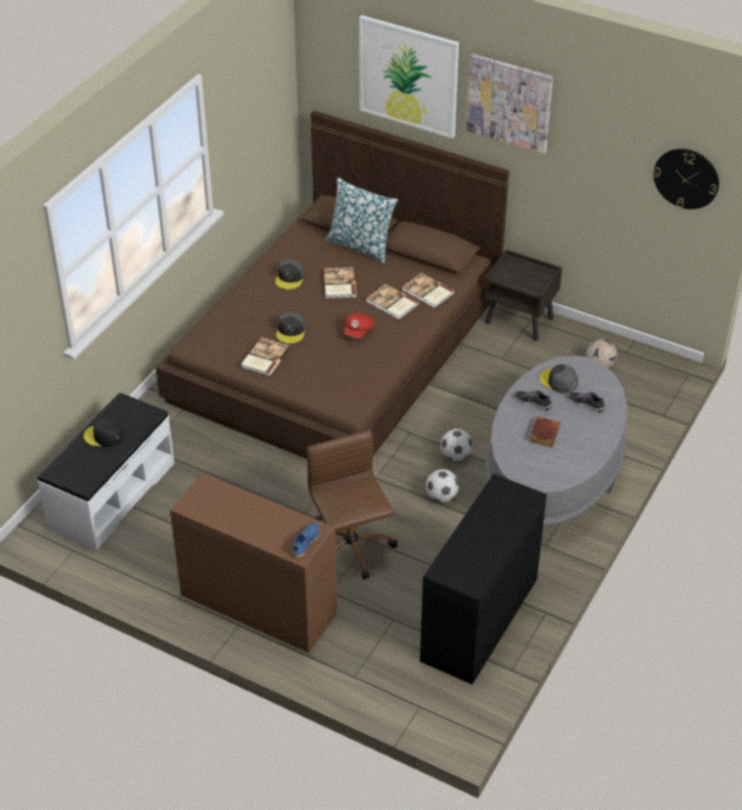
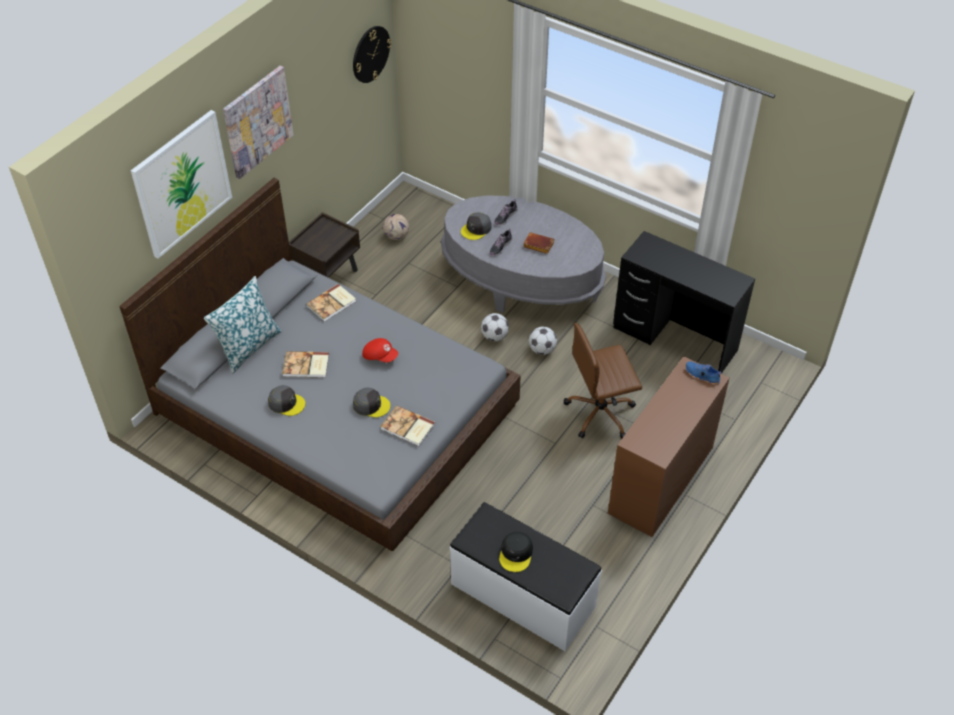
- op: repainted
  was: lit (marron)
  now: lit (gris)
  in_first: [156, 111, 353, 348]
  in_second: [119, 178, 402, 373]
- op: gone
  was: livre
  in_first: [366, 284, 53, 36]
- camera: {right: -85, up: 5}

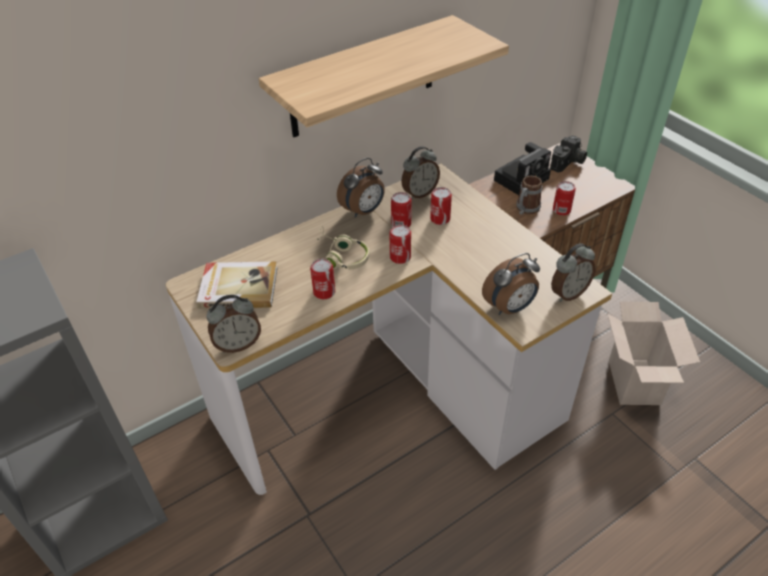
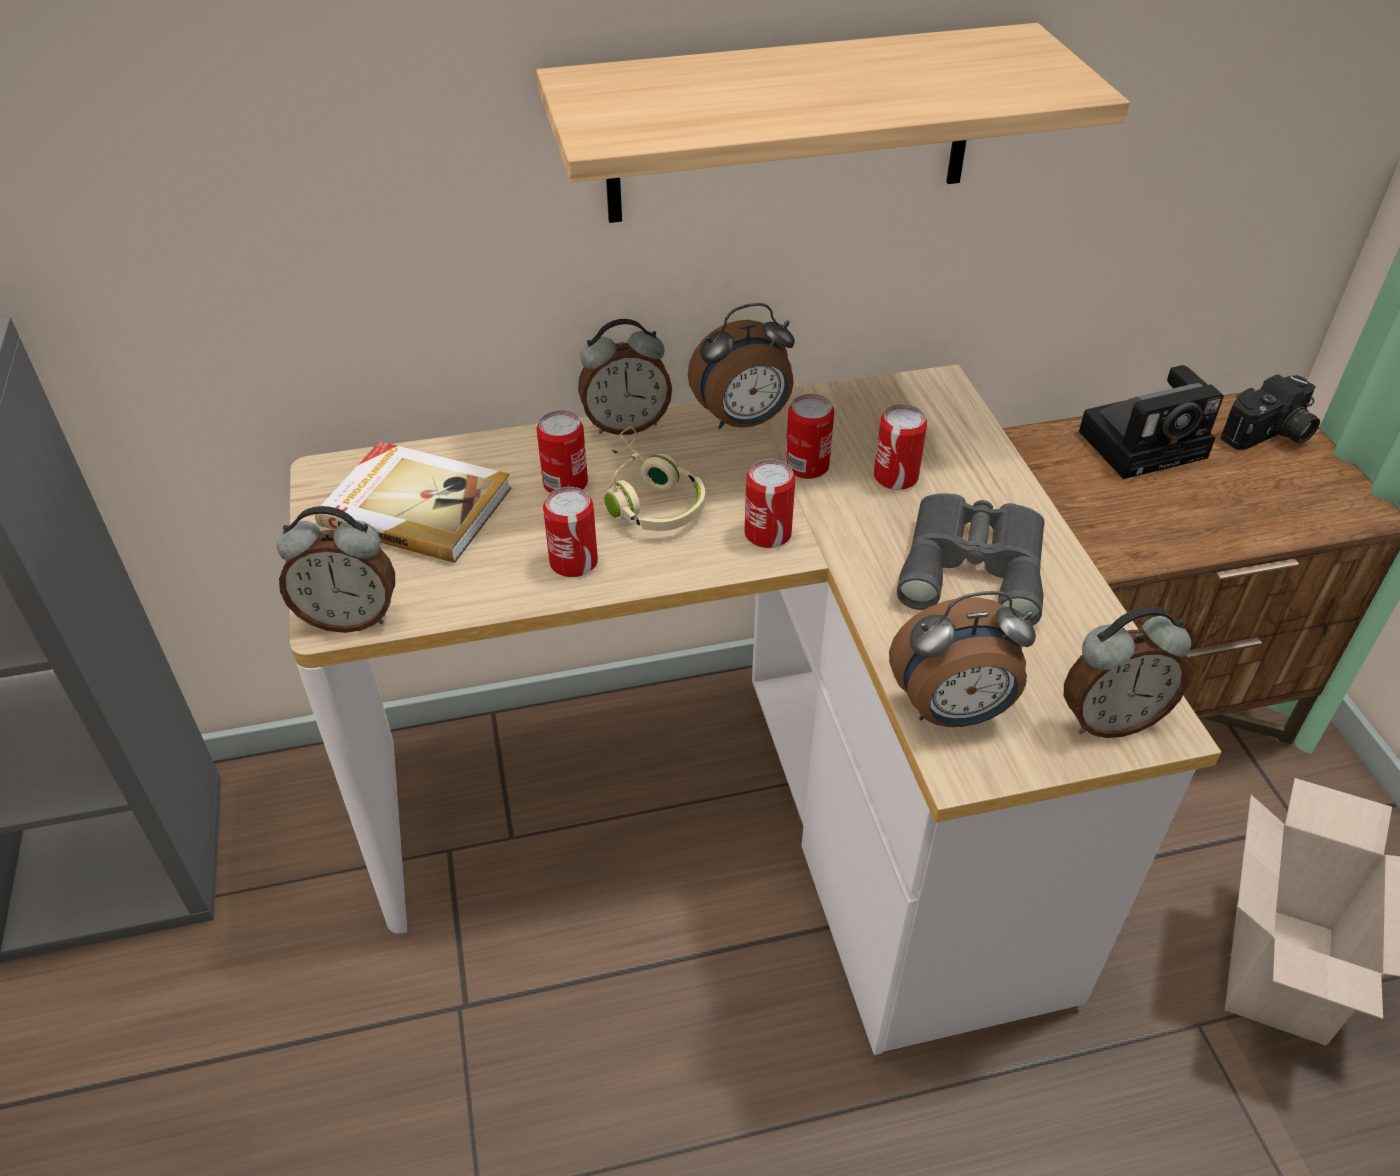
- op: shifted
  was: réveil
  in_first: [401, 146, 39, 53]
  in_second: [578, 319, 94, 116]
- op: gone
  was: mug
  in_first: [516, 176, 26, 39]
- op: shifted
  was: boîte métallique
  in_first: [553, 181, 23, 34]
  in_second: [536, 411, 52, 82]
- op: new
  now: jumelles (gris)
  in_second: [897, 493, 148, 133]
- camera: {right: 20, up: 0}

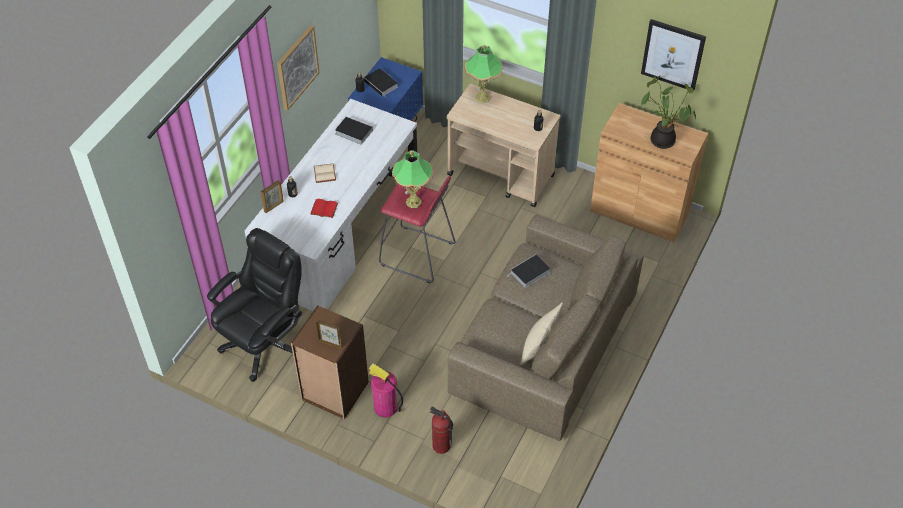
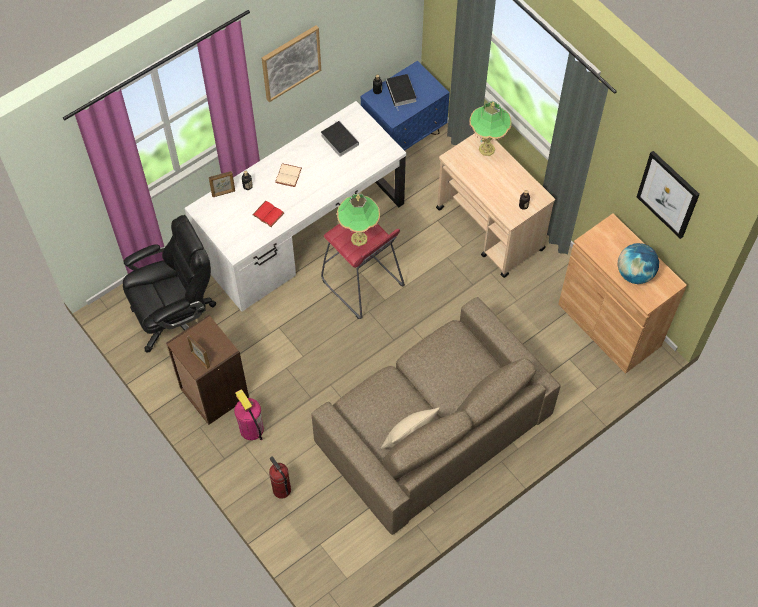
- op: gone
  was: livre
  in_first: [510, 254, 40, 34]
- op: swapped
  was: plante en pot
  now: globe
  in_first: [641, 76, 55, 73]
  in_second: [618, 243, 41, 41]
- camera: {right: 25, up: 10}

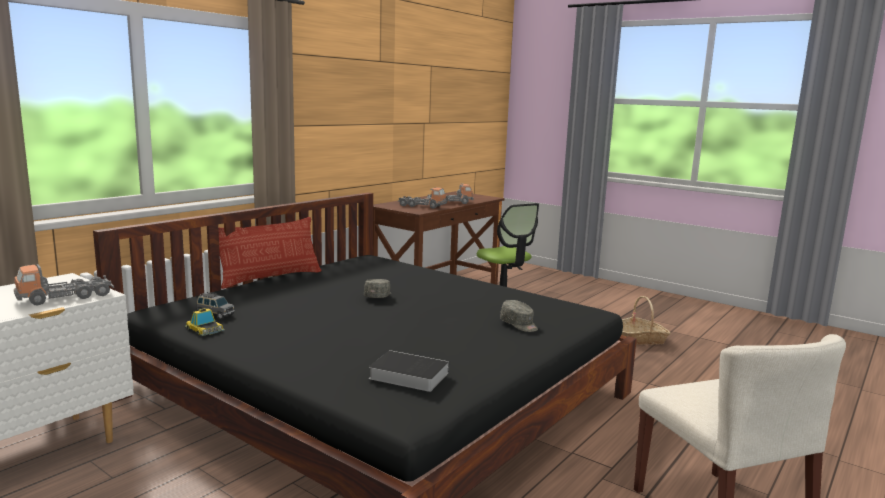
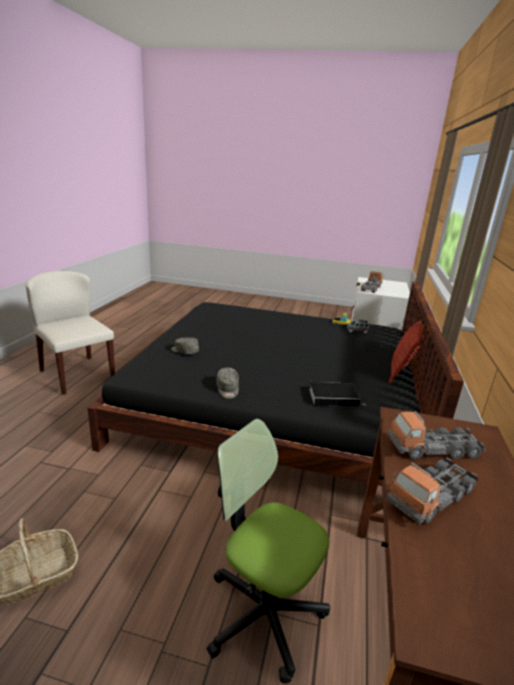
- op: shifted
  was: casquette (gris)
  in_first: [364, 279, 27, 19]
  in_second: [216, 367, 23, 32]
- op: shifted
  was: livre
  in_first: [369, 350, 80, 42]
  in_second: [309, 382, 57, 24]
- camera: {right: 155, up: 10}

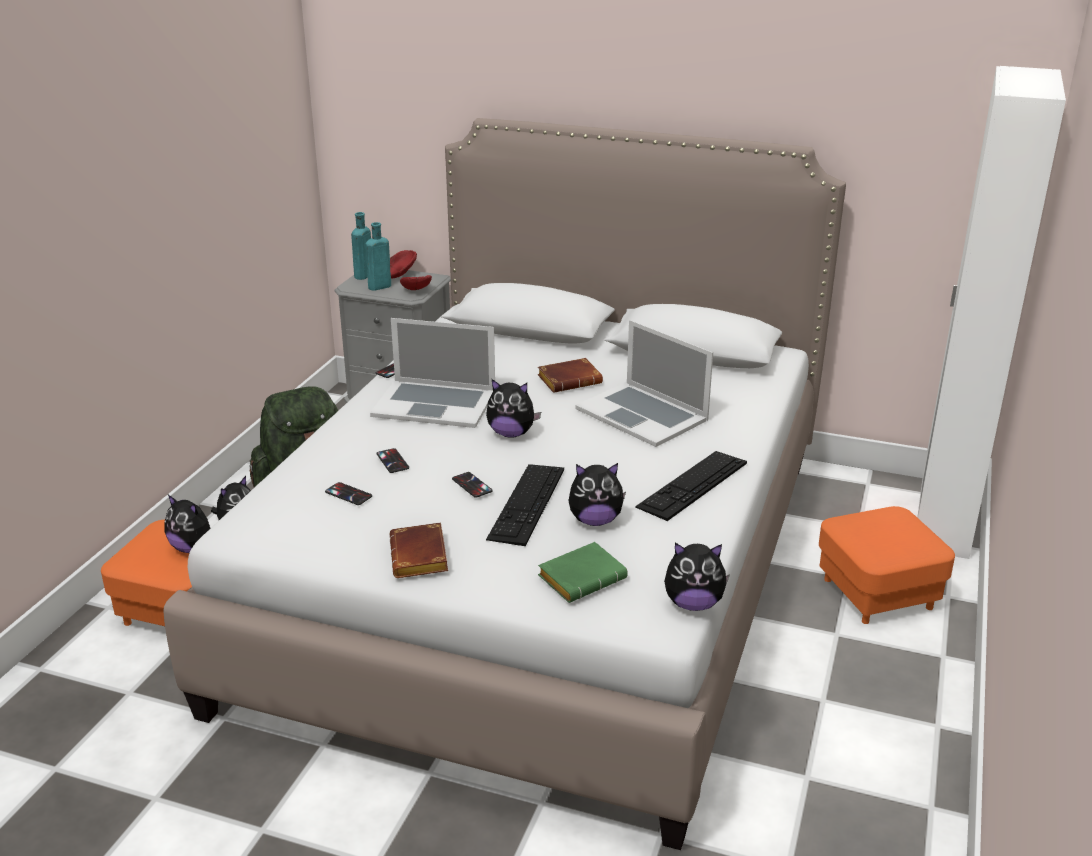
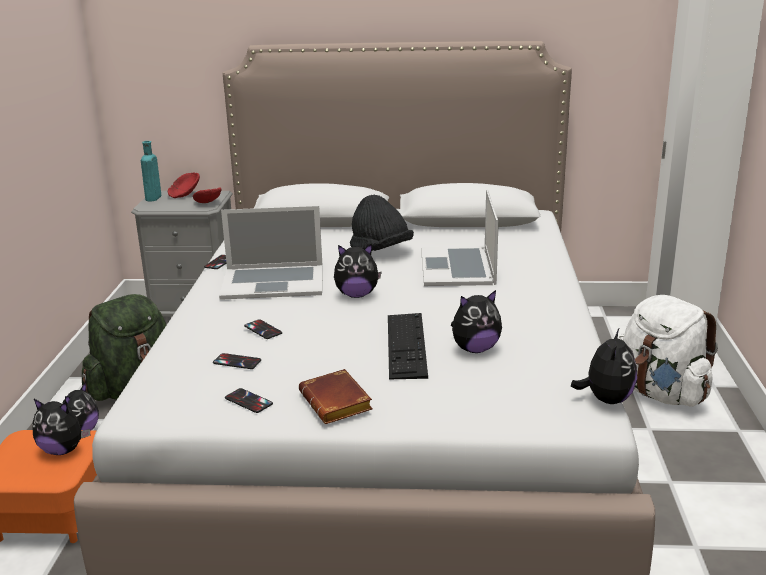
- op: gone
  was: bouteille (turquoise)
  in_first: [365, 222, 26, 69]
- op: shifted
  was: téléphone
  in_first: [452, 472, 41, 26]
  in_second: [225, 388, 48, 25]
- op: swapped
  was: livre (marron)
  now: chapeau (noir)
  in_first: [538, 358, 65, 35]
  in_second: [350, 195, 64, 56]
- op: gone
  was: livre (vert)
  in_first: [538, 542, 90, 61]
- op: rotated
  was: ordinateur portable
  in_first: [575, 320, 138, 127]
  in_second: [421, 189, 78, 97]
  clockwise: 60
- op: gone
  was: clavier
  in_first: [635, 451, 112, 70]
- op: rotated
  was: peluche
  in_first: [664, 543, 66, 68]
  in_second: [571, 327, 66, 77]
  clockwise: -60
- op: swapped
  was: pouf (orange)
  now: sac à dos (blanc)
  in_first: [819, 506, 136, 118]
  in_second: [619, 295, 99, 112]
- camera: {right: -15, up: -5}

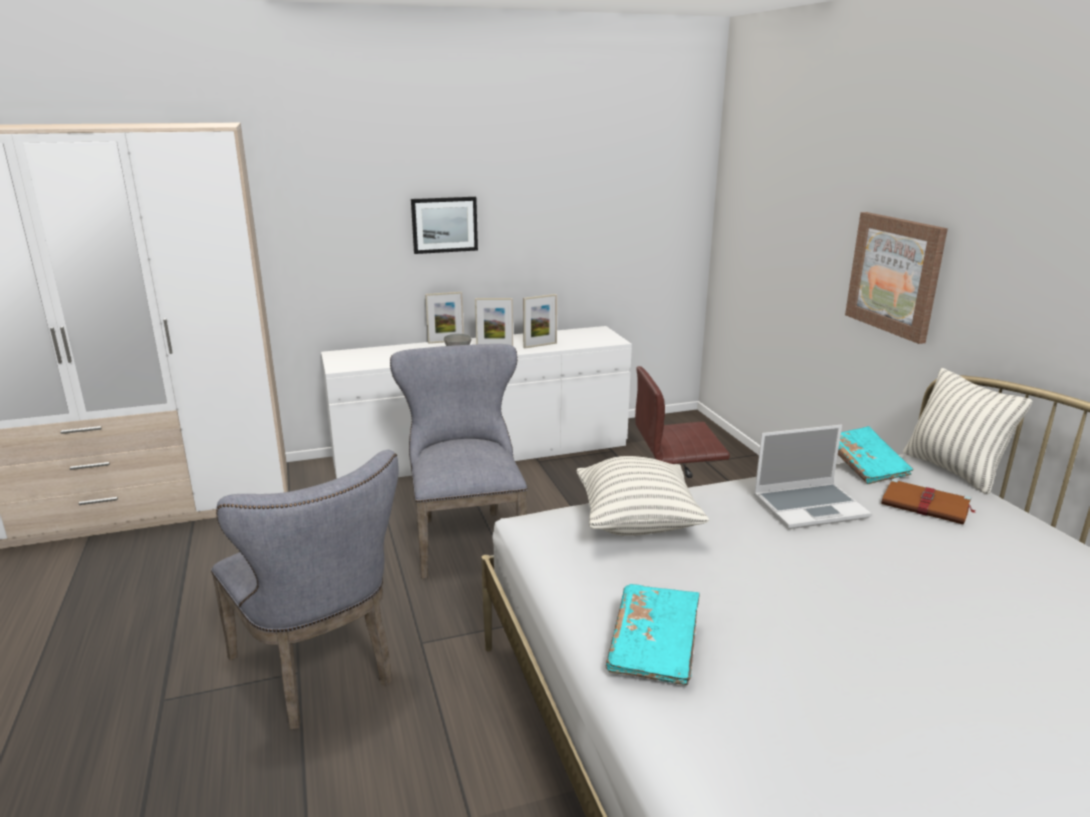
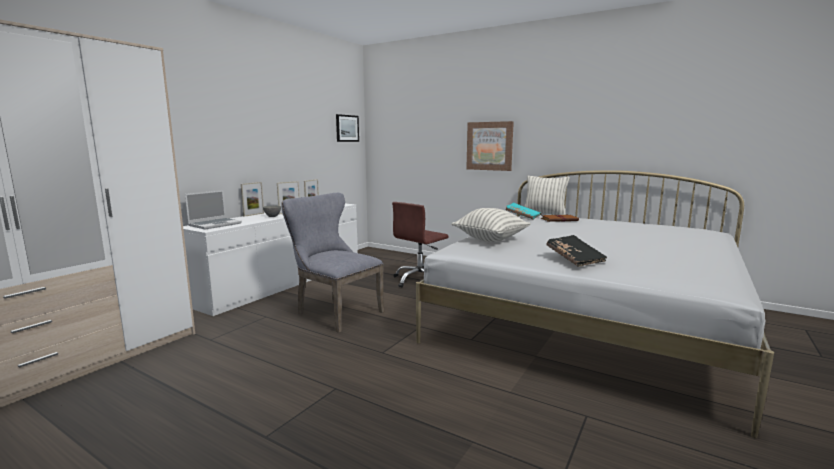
- op: gone
  was: chaise (gris)
  in_first: [211, 450, 188, 280]
- op: shifted
  was: tableau
  in_first: [411, 197, 67, 57]
  in_second: [336, 114, 23, 28]
- op: repainted
  was: livre (turquoise)
  now: livre (noir)
  in_first: [606, 584, 94, 101]
  in_second: [546, 235, 61, 32]
- op: shifted
  was: ordinateur portable
  in_first: [754, 425, 118, 104]
  in_second: [185, 190, 57, 40]
- camera: {right: -40, up: -10}

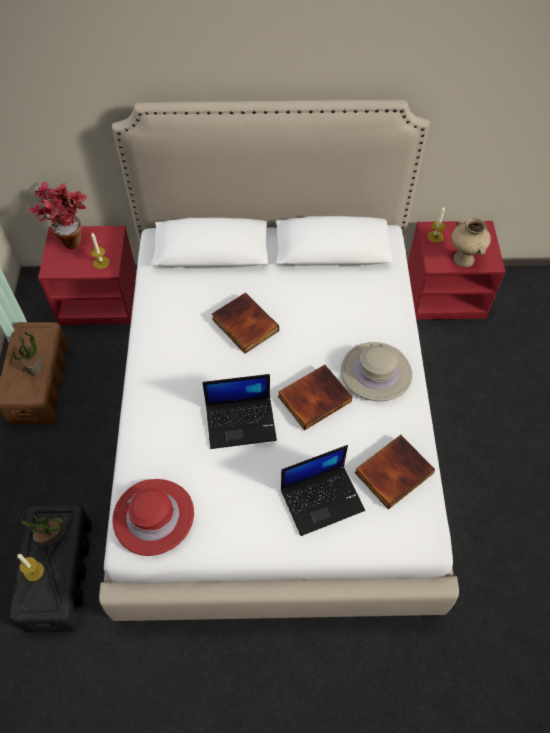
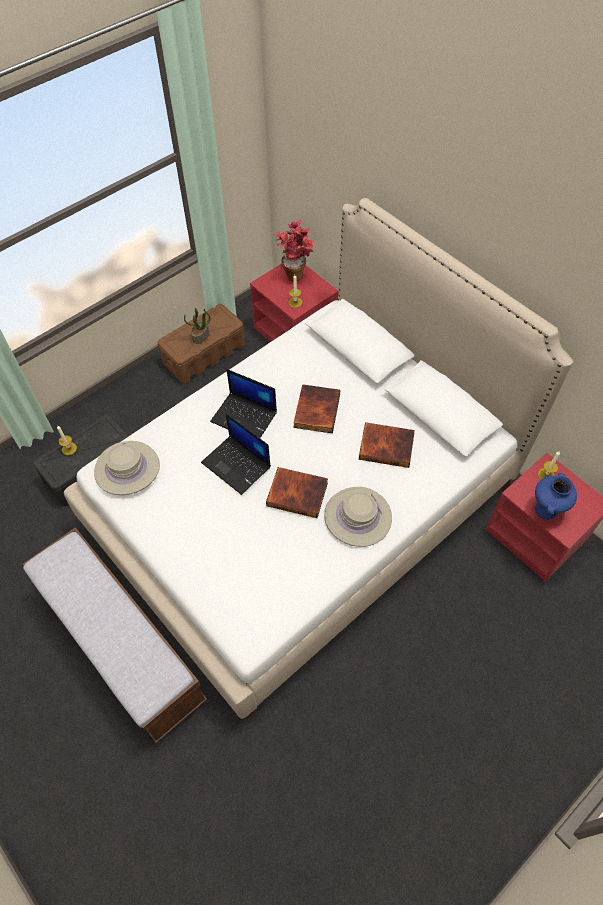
- op: gone
  was: plante en pot
  in_first: [20, 516, 47, 31]
- op: repainted
  was: chapeau (rouge)
  now: chapeau (beige)
  in_first: [112, 479, 82, 77]
  in_second: [94, 441, 66, 54]
- op: shifted
  was: ordinateur portable
  in_first: [281, 445, 84, 91]
  in_second: [210, 369, 67, 69]
- op: shifted
  was: livre
  in_first: [355, 435, 80, 74]
  in_second: [359, 422, 56, 46]
- op: repainted
  was: vase (beige)
  now: vase (bleu)
  in_first: [452, 218, 39, 49]
  in_second: [535, 473, 42, 47]
- op: new
  now: banc
  in_second: [23, 527, 184, 216]
- camera: {right: 50, up: 0}

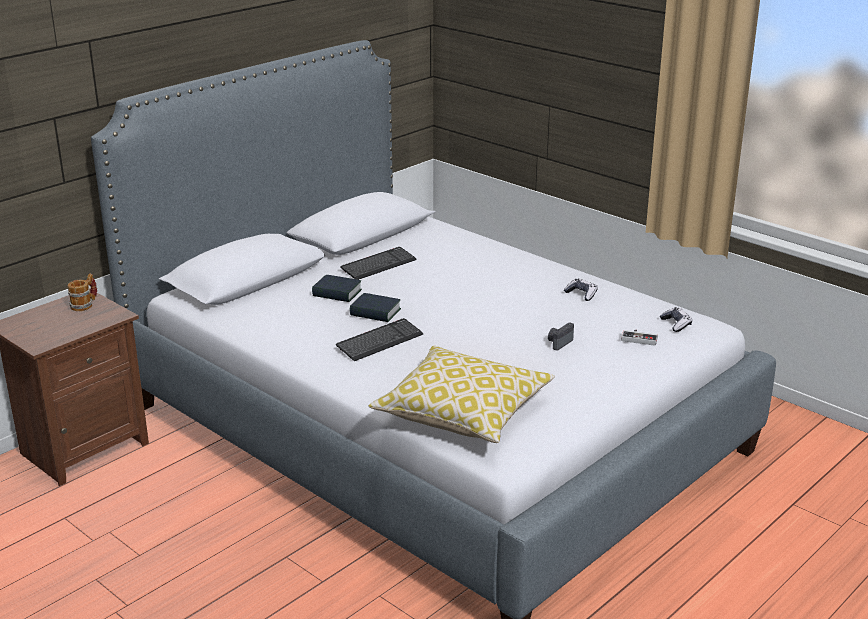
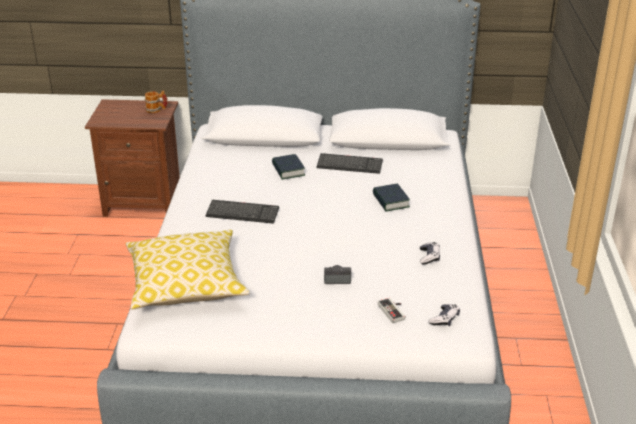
- op: shifted
  was: livre
  in_first: [350, 293, 51, 29]
  in_second: [373, 184, 37, 28]
- camera: {right: 50, up: 5}

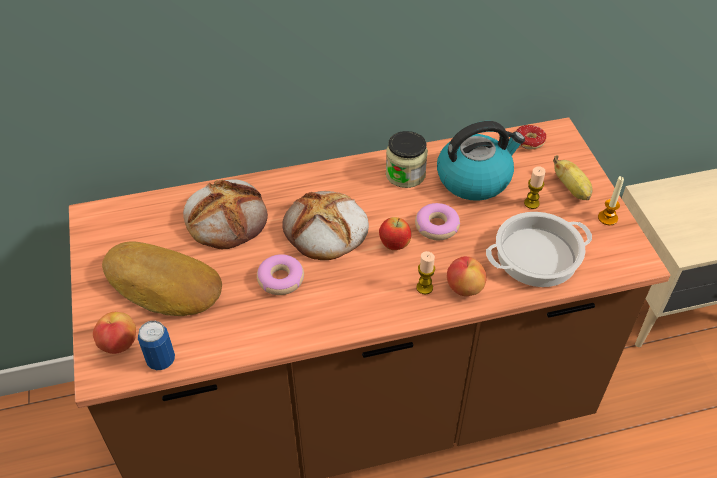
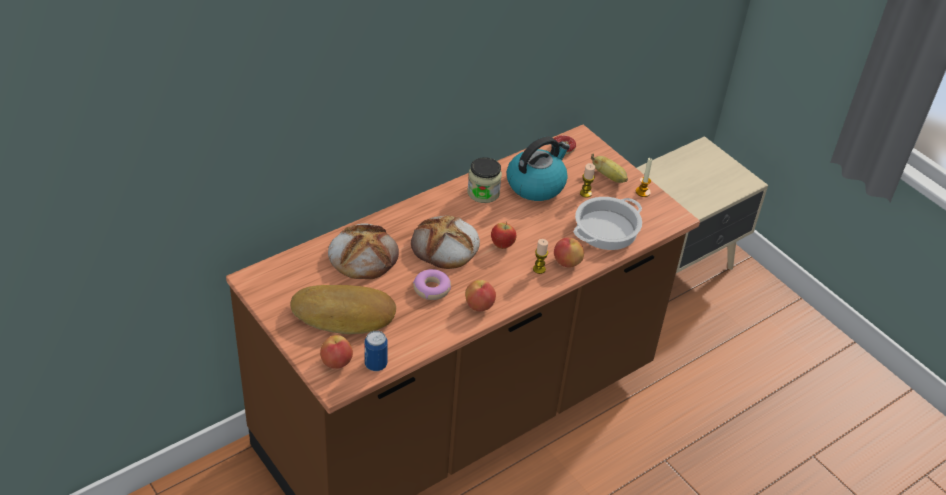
- op: gone
  was: beignet
  in_first: [415, 203, 45, 37]
- op: new
  now: pomme
  in_second: [465, 280, 31, 31]
- camera: {right: -25, up: -5}

